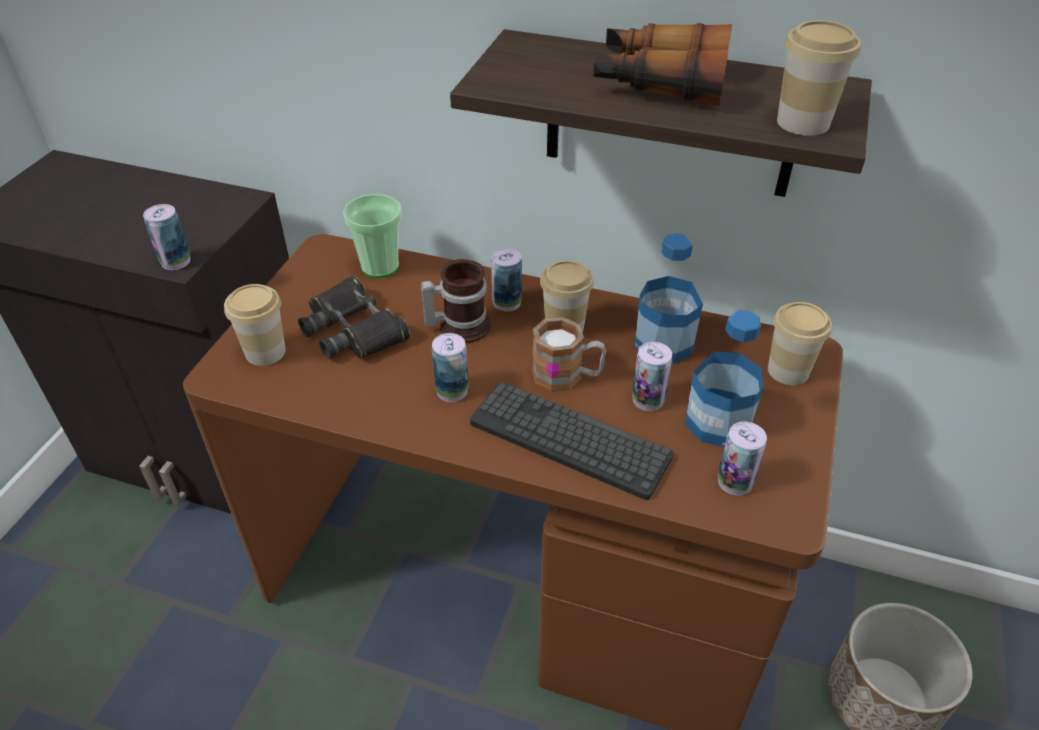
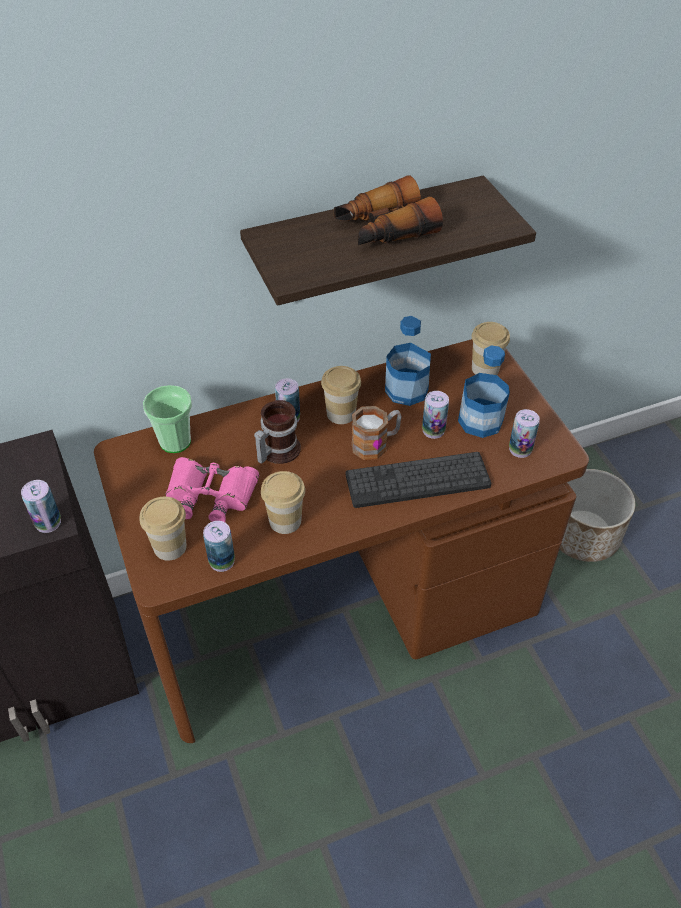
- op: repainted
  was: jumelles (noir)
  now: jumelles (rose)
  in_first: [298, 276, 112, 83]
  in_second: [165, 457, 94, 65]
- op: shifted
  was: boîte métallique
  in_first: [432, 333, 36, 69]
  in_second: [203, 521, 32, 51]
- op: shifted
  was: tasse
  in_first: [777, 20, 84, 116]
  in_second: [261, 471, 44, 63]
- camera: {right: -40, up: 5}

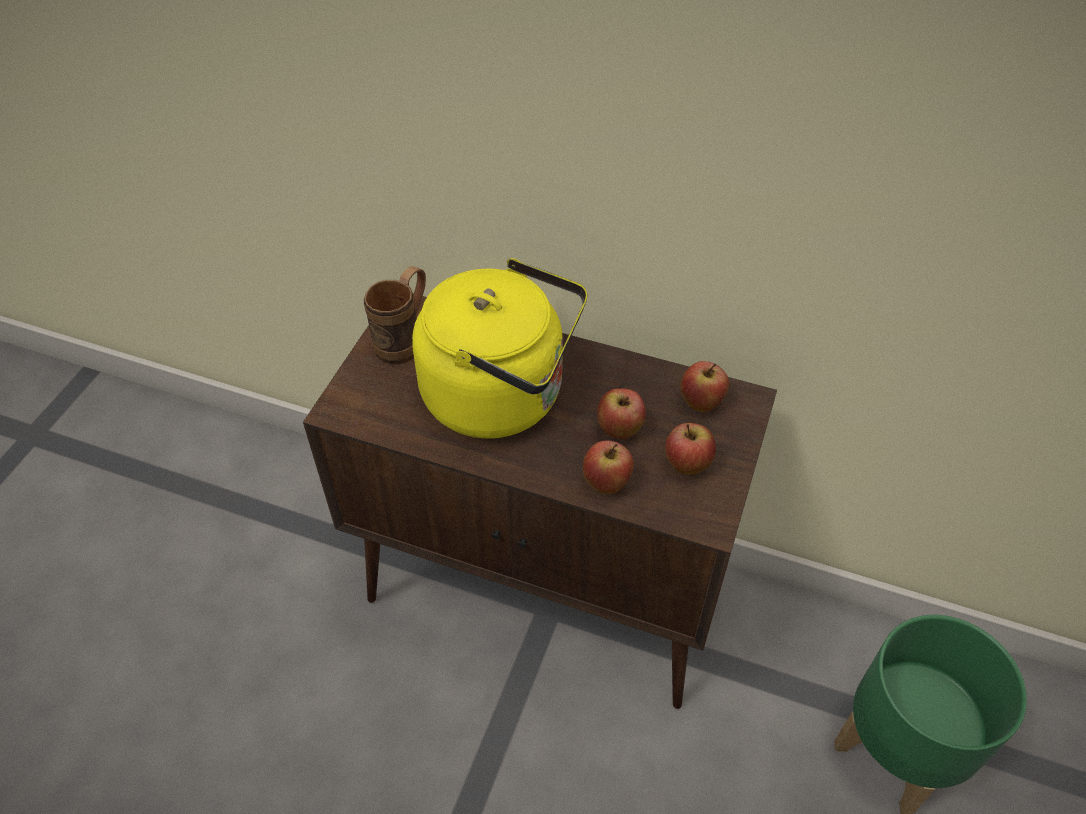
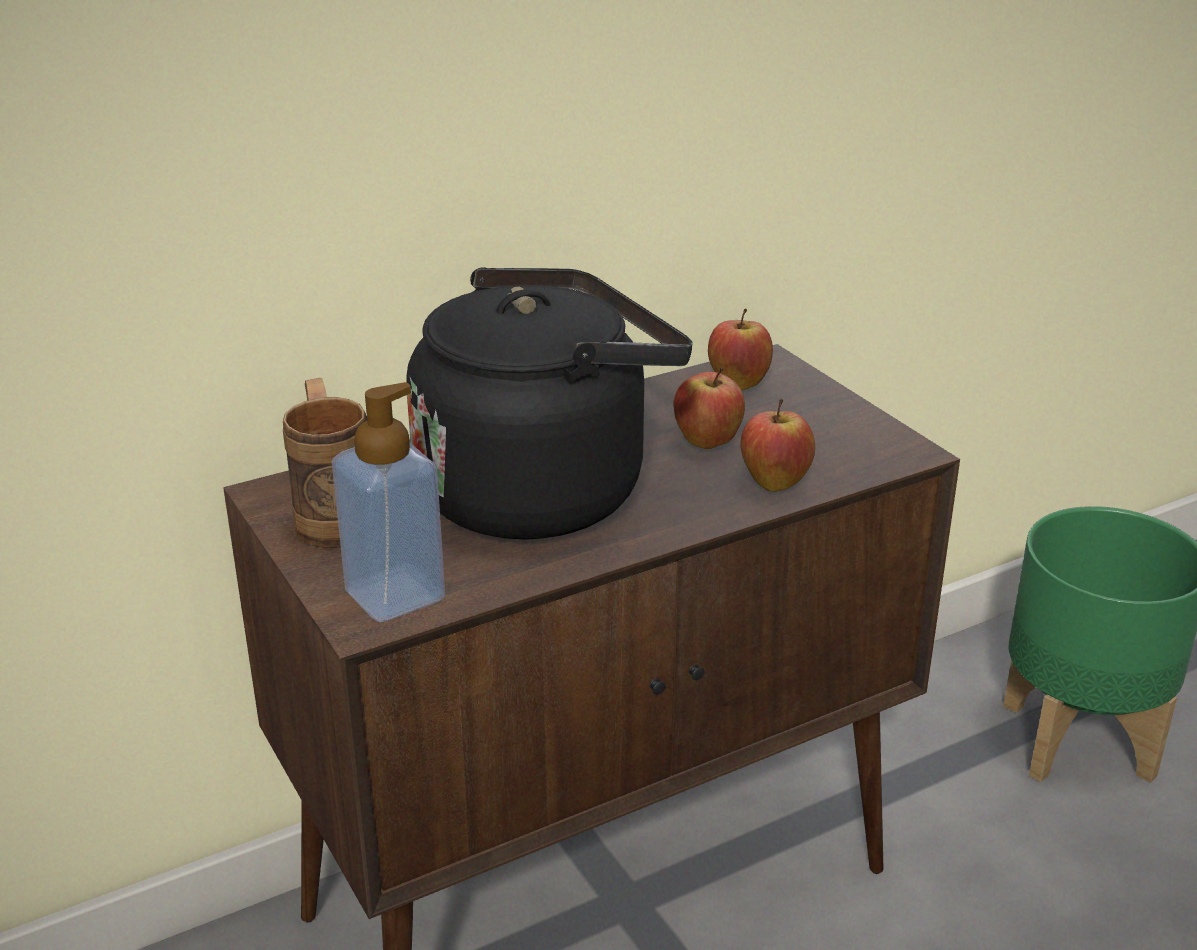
- op: repainted
  was: bouilloire (jaune)
  now: bouilloire (noir)
  in_first: [412, 258, 175, 181]
  in_second: [407, 267, 286, 273]
- op: gone
  was: pomme
  in_first: [665, 423, 51, 52]
- op: new
  now: distributeur de savon
  in_second: [332, 382, 113, 240]
- camera: {right: -50, up: -20}

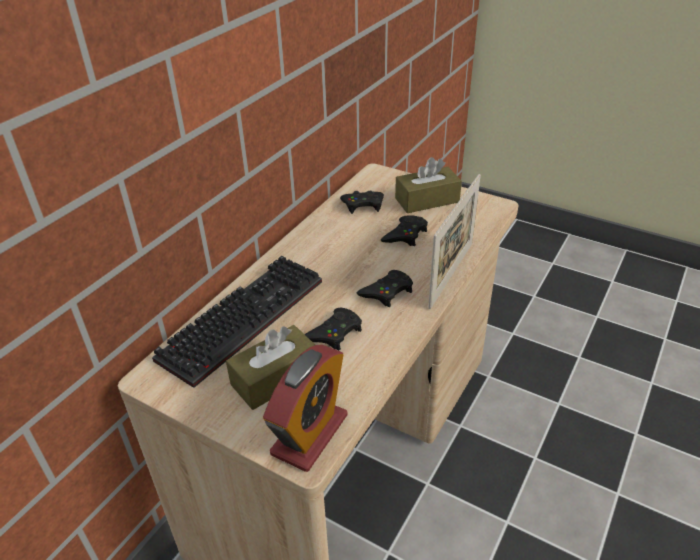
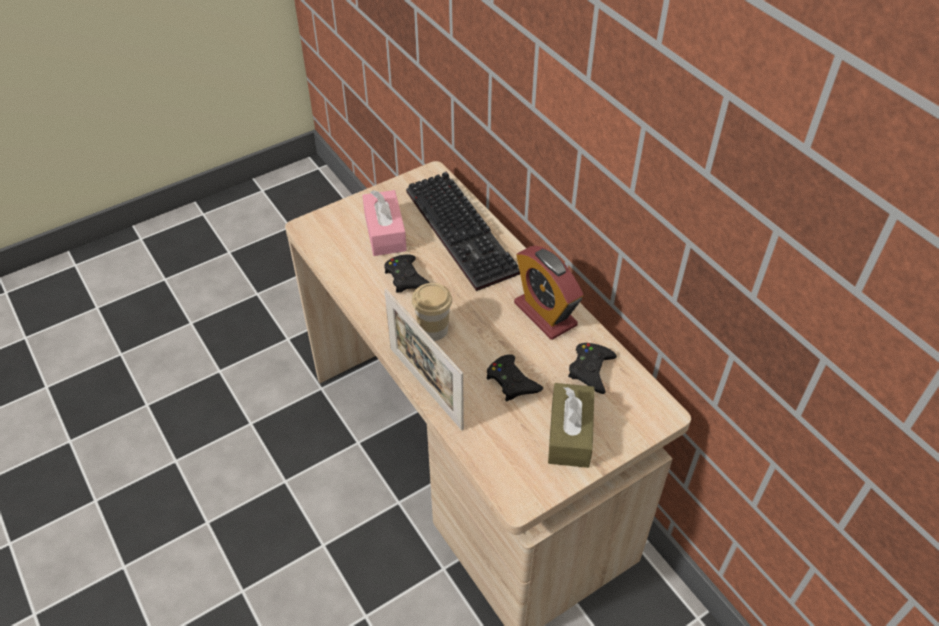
- op: repainted
  was: boîte à mouchoirs (marron)
  now: boîte à mouchoirs (rose)
  in_first: [226, 325, 89, 85]
  in_second: [362, 190, 45, 66]
- op: shifted
  was: réveil
  in_first: [263, 345, 85, 127]
  in_second: [514, 246, 69, 94]
- op: swapped
  was: manette (noir)
  now: tasse
  in_first: [357, 270, 56, 37]
  in_second: [412, 283, 40, 58]
- camera: {right: 115, up: 10}

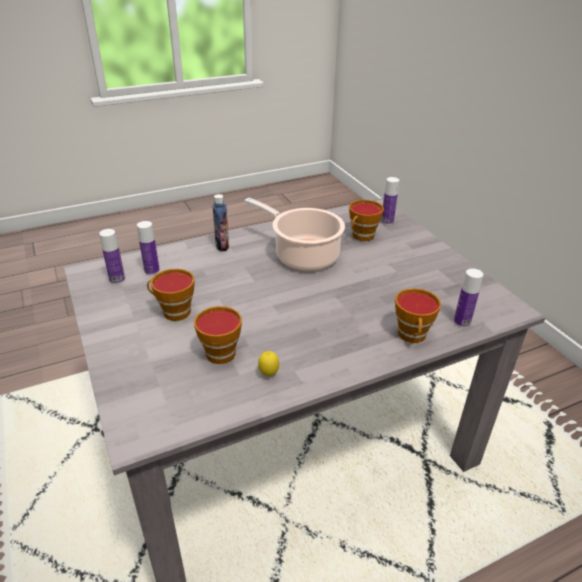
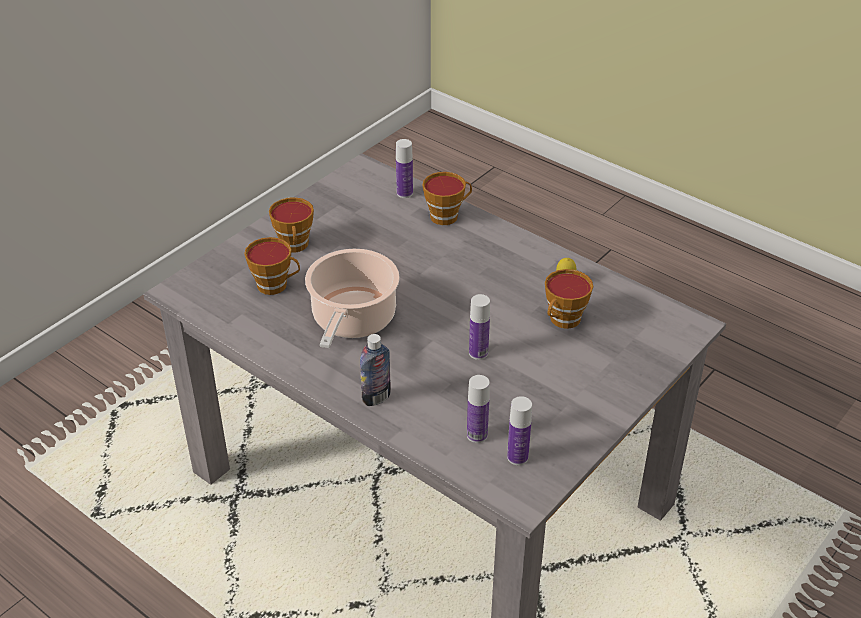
- op: shifted
  was: tasse
  in_first: [147, 269, 48, 52]
  in_second: [269, 197, 45, 56]
- op: shifted
  was: bouteille
  in_first: [381, 177, 18, 48]
  in_second: [469, 294, 21, 66]
- camera: {right: -115, up: 5}

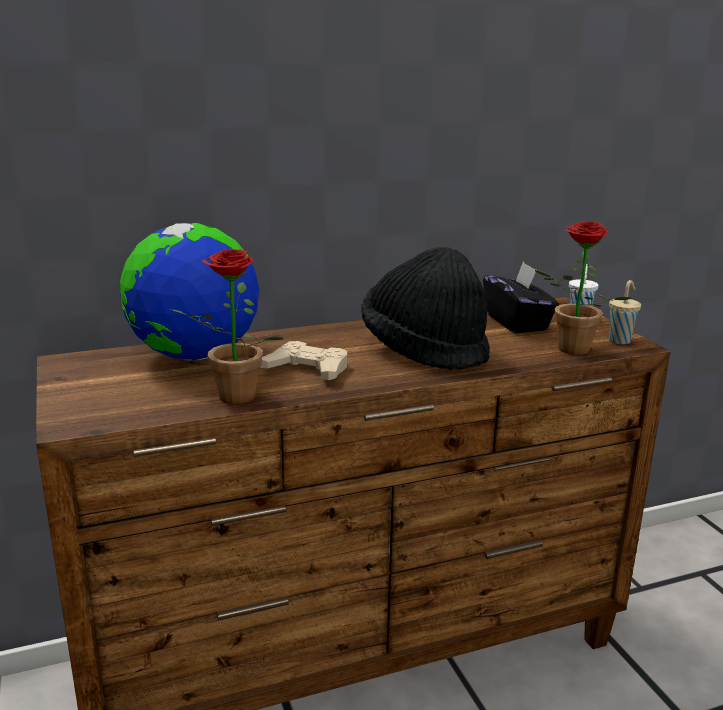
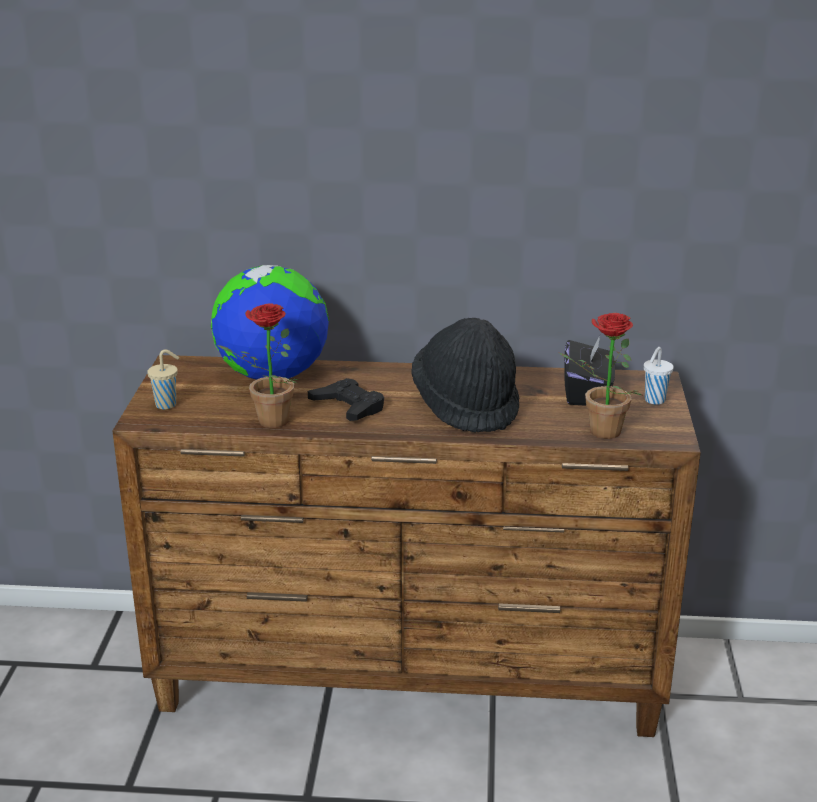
- op: repainted
  was: manette (beige)
  now: manette (noir)
  in_first: [260, 341, 87, 39]
  in_second: [308, 378, 76, 43]
- op: shifted
  was: tasse (beige)
  in_first: [609, 280, 32, 64]
  in_second: [147, 349, 32, 60]
- camera: {right: 25, up: 5}

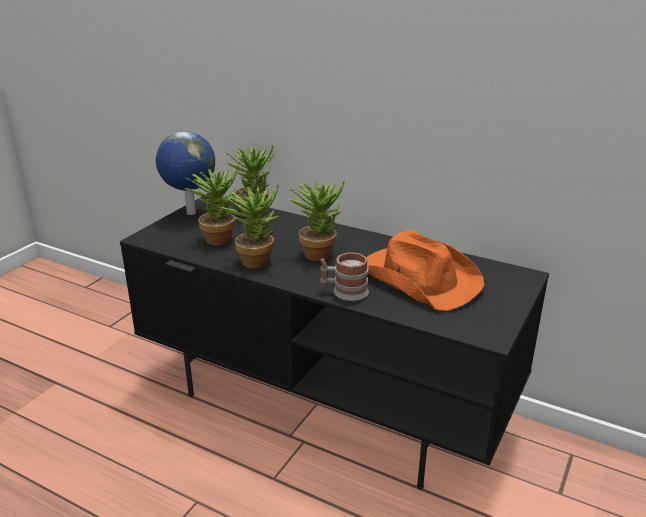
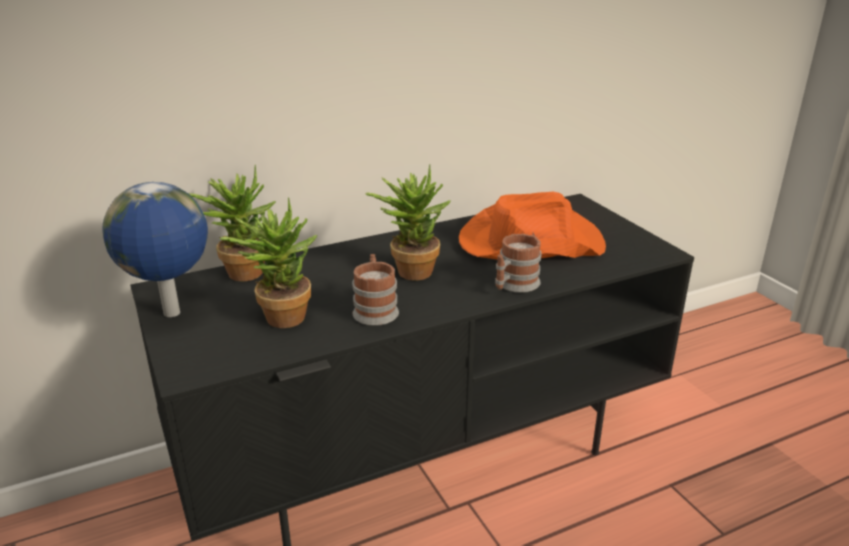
- op: swapped
  was: plante en pot
  now: mug
  in_first: [221, 184, 58, 85]
  in_second: [352, 254, 47, 72]
- camera: {right: -55, up: 0}

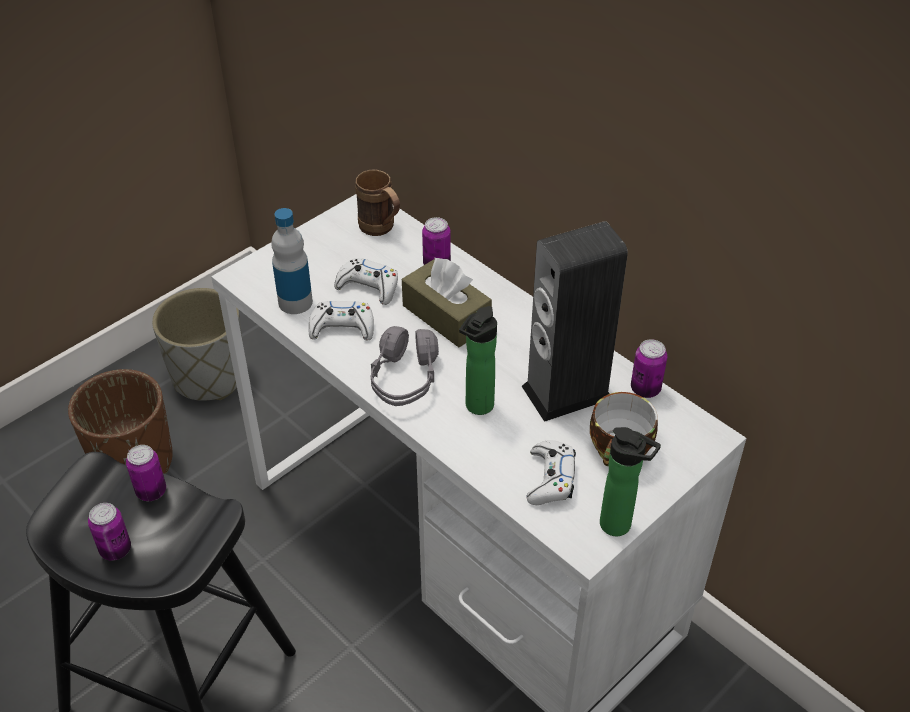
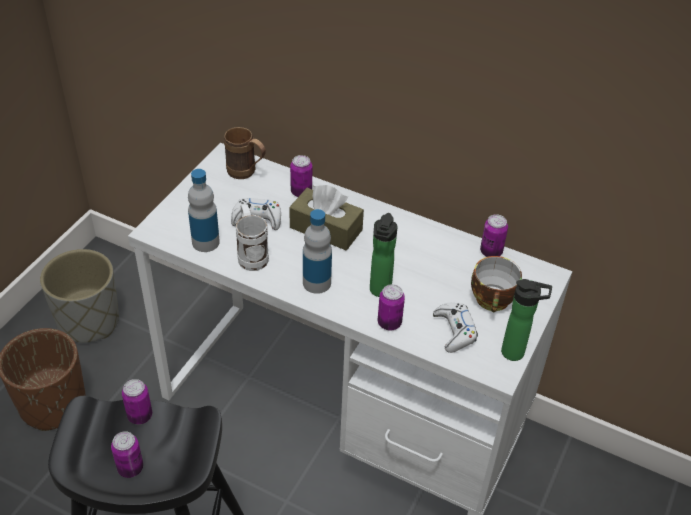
- op: swapped
  was: manette (blanc)
  now: mug (blanc)
  in_first: [308, 301, 66, 40]
  in_second: [236, 204, 33, 67]
- op: swapped
  was: casque audio (gris)
  now: bouteille
  in_first: [371, 326, 68, 80]
  in_second: [303, 209, 29, 85]
- op: gone
  was: enceinte
  in_first: [522, 221, 106, 201]
- op: new
  now: boîte métallique
  in_second: [378, 284, 27, 46]
- camera: {right: -20, up: 0}

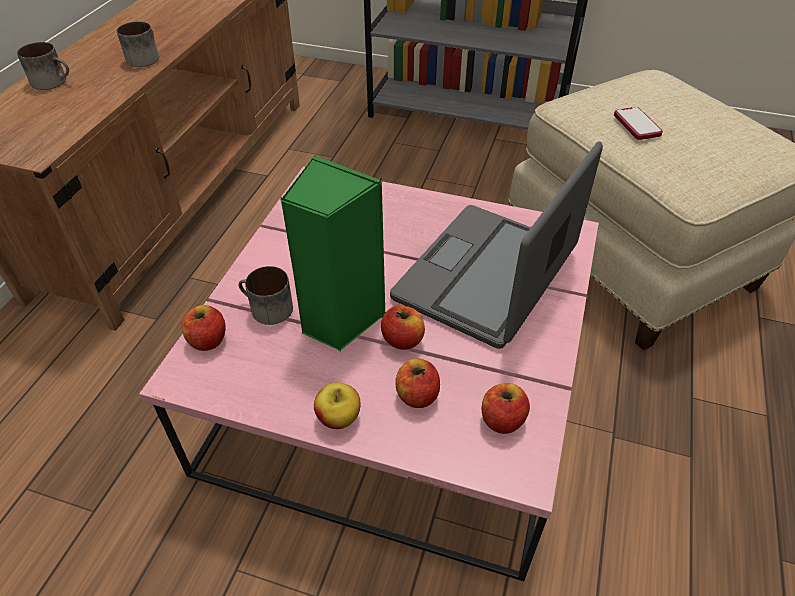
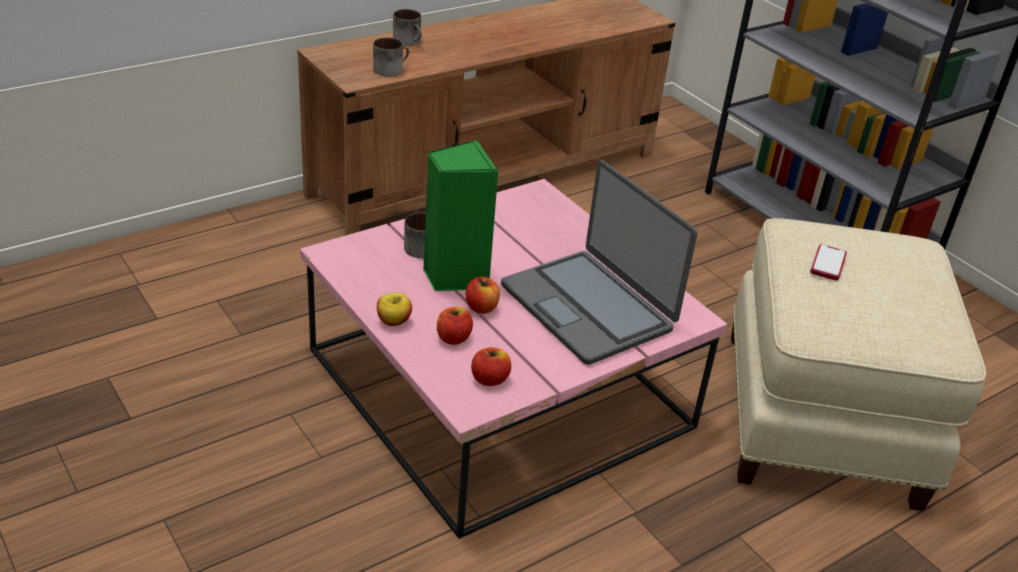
- op: shifted
  was: mug
  in_first: [117, 21, 42, 46]
  in_second: [373, 38, 36, 39]
- op: gone
  was: pomme
  in_first: [182, 305, 44, 46]
- op: rotated
  was: ordinateur portable
  in_first: [390, 141, 213, 208]
  in_second: [501, 160, 196, 205]
  clockwise: -105
- camera: {right: 35, up: -10}

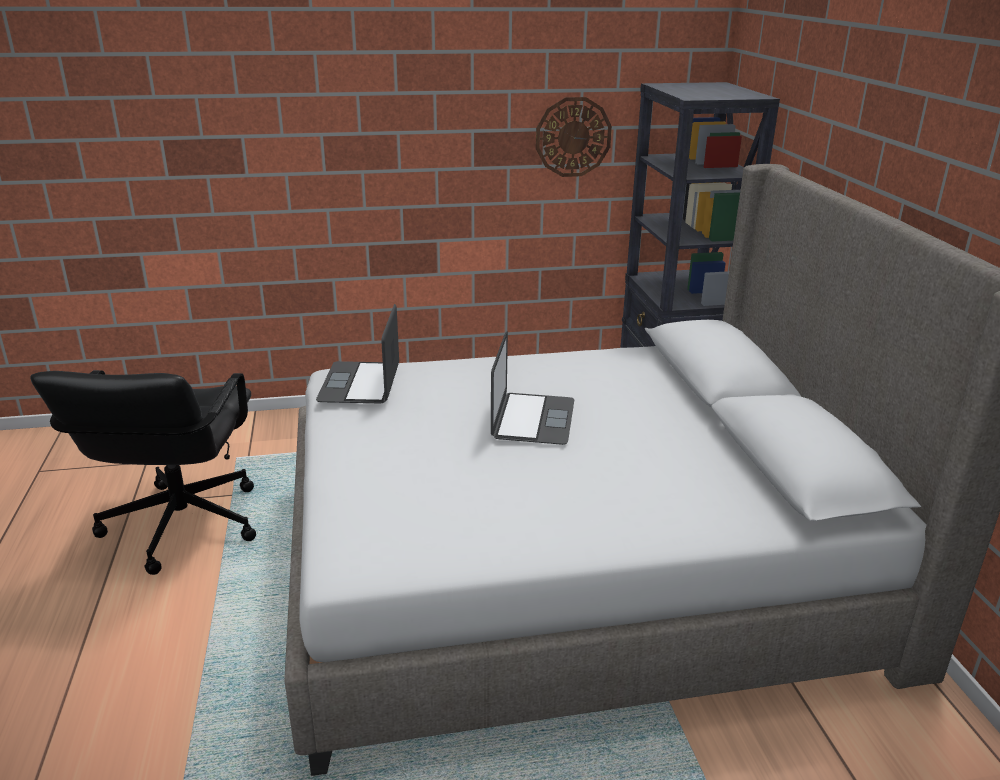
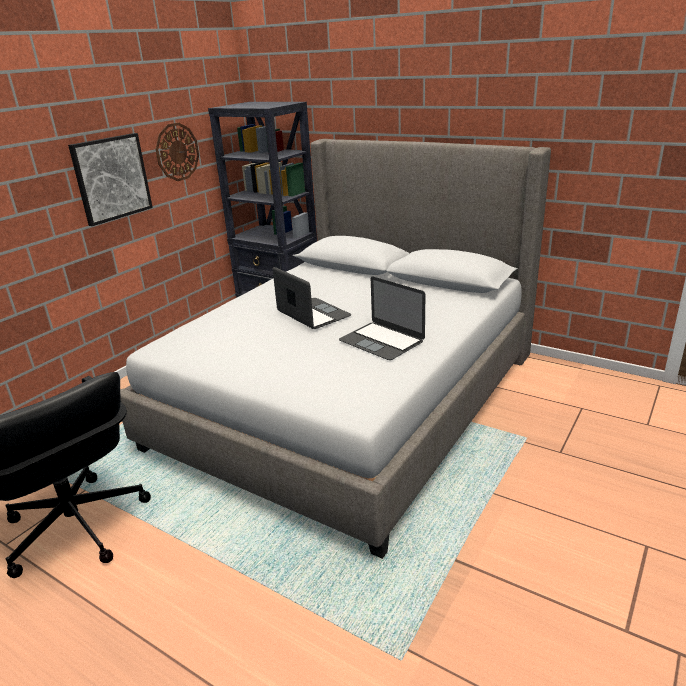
- op: shifted
  was: ordinateur portable
  in_first: [316, 304, 83, 100]
  in_second: [339, 277, 86, 83]
- op: new
  now: tableau
  in_second: [68, 133, 85, 93]
- camera: {right: -45, up: 0}

